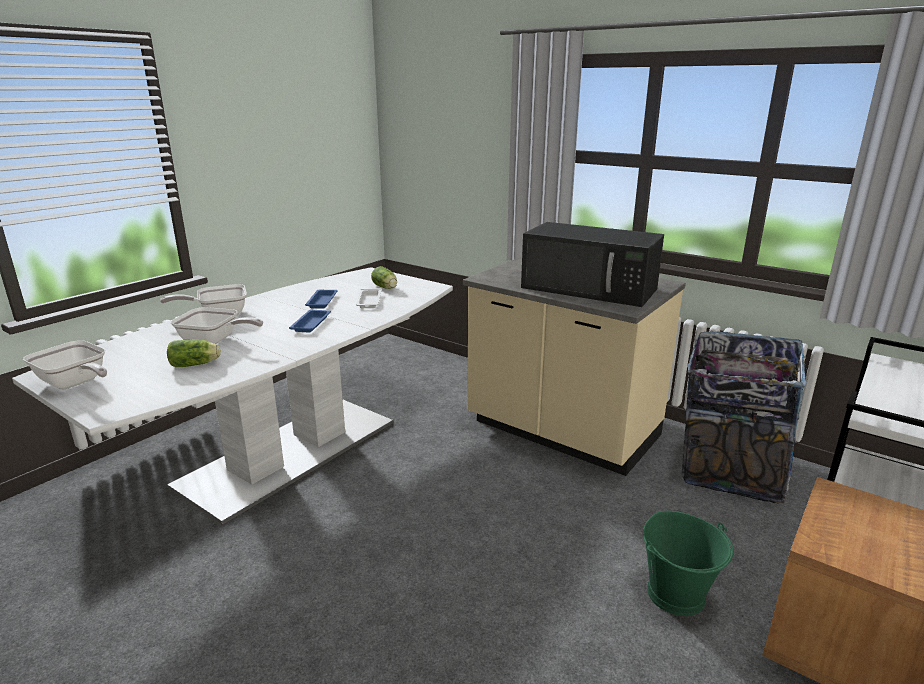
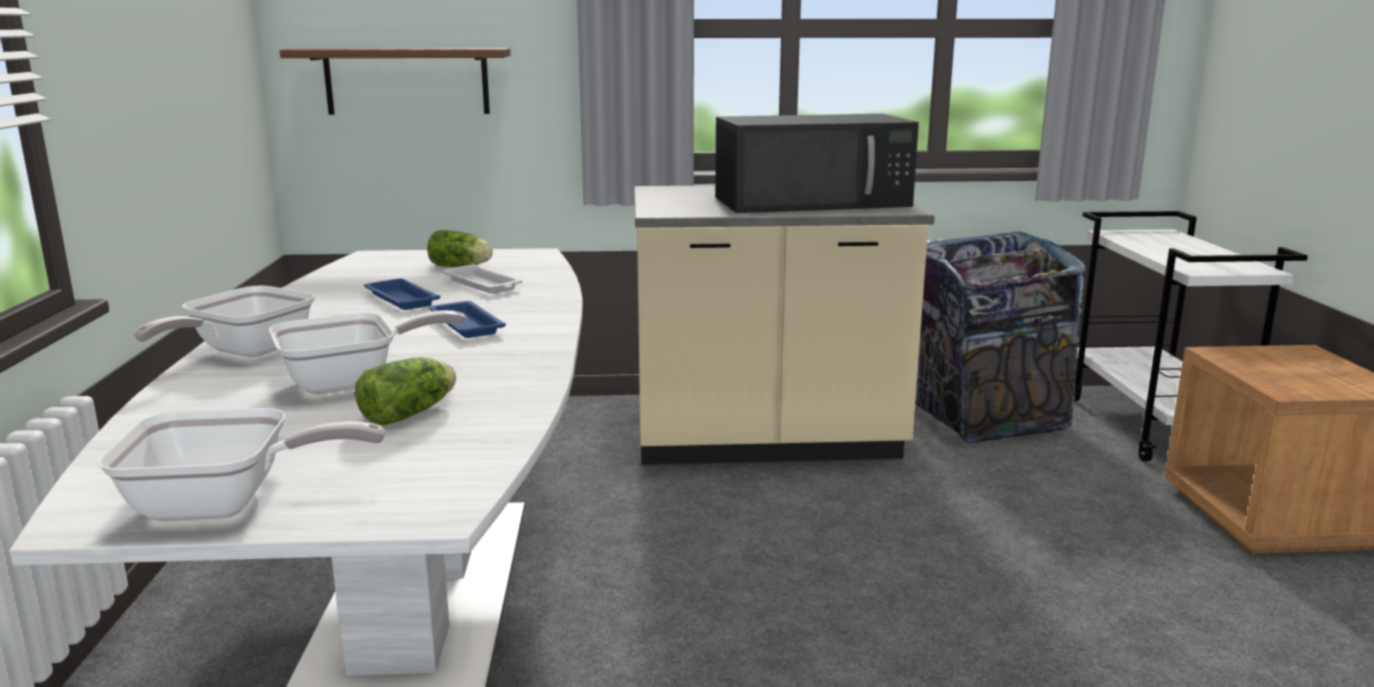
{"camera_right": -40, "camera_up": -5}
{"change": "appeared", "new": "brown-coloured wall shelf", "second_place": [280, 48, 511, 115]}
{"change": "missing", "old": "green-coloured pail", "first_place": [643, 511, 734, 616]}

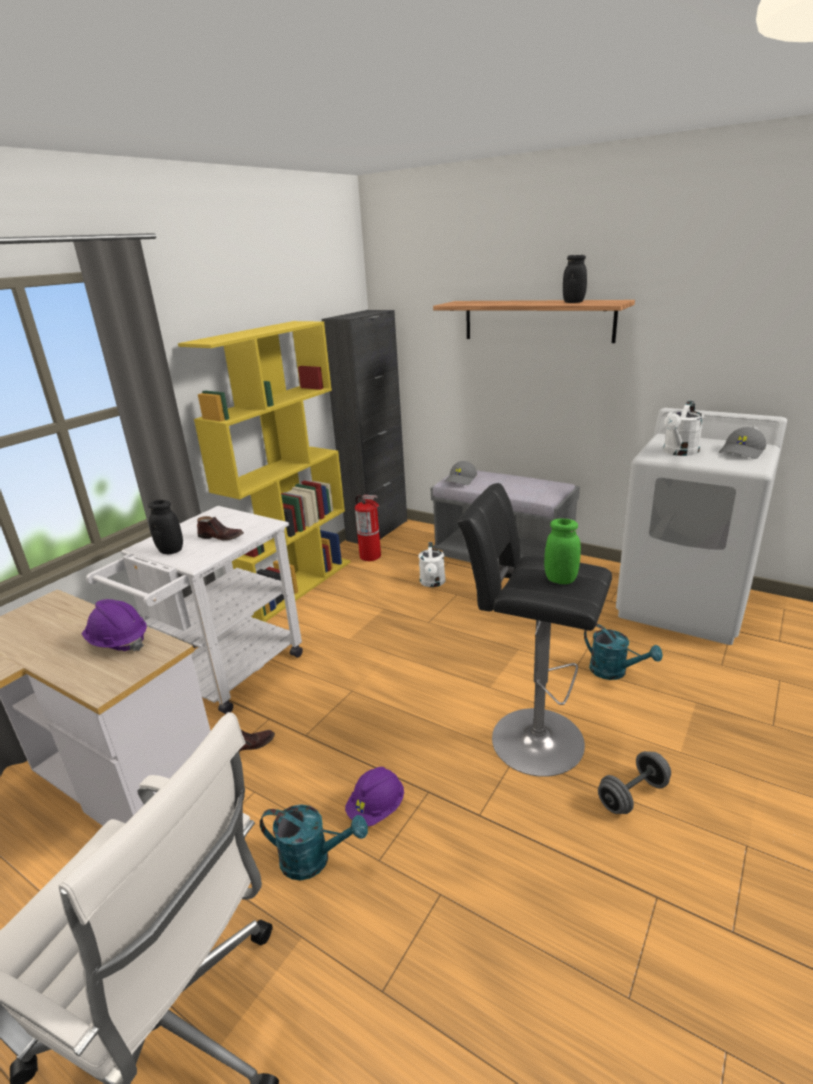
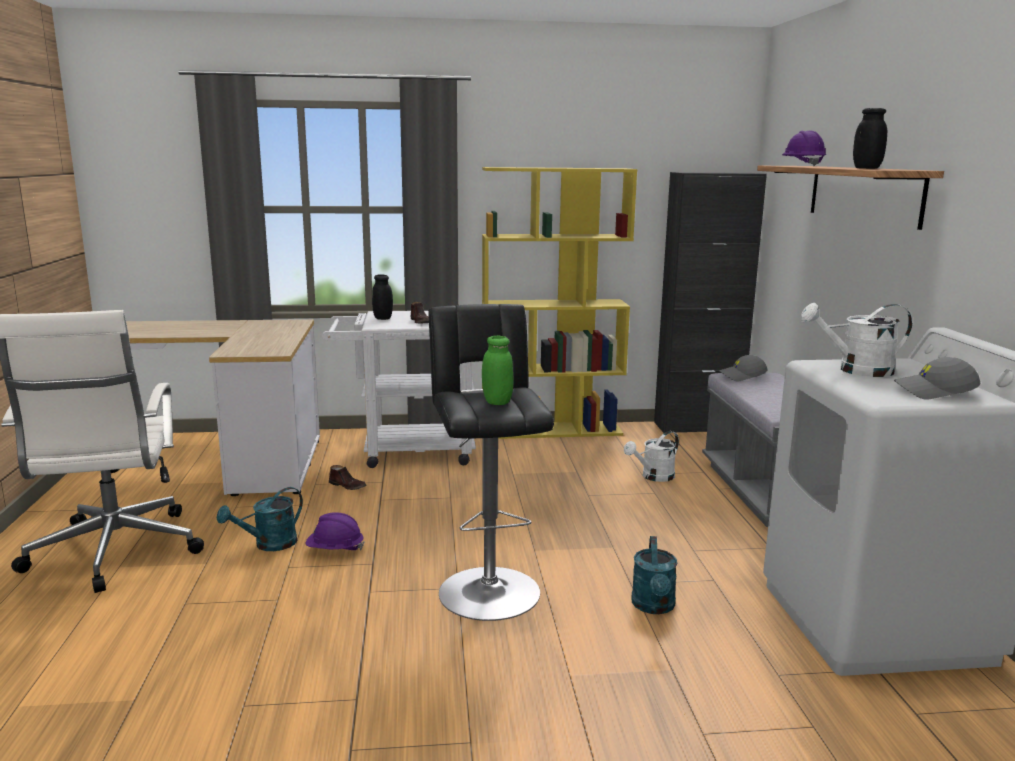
{"camera_right": 50, "camera_up": -10}
{"change": "spun", "old": "turquoise watering pot", "first_place": [260, 804, 368, 881], "second_place": [217, 487, 303, 551], "degrees": 75}
{"change": "relocated", "old": "purple-coloured hard hat", "first_place": [82, 599, 147, 651], "second_place": [782, 131, 826, 166]}
{"change": "missing", "old": "fire extinguisher", "first_place": [355, 495, 381, 561]}
{"change": "missing", "old": "gray dumbbell", "first_place": [598, 751, 671, 814]}

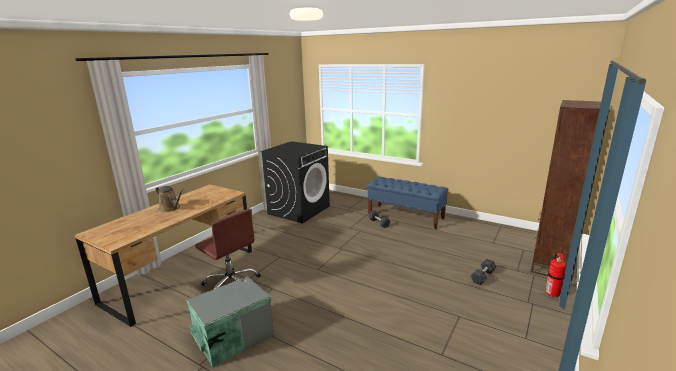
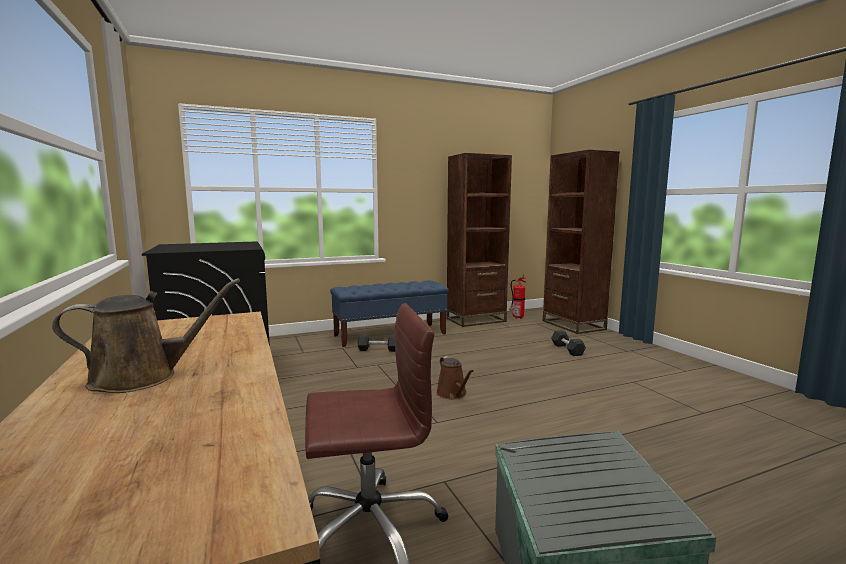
{"camera_right": -55, "camera_up": -10}
{"change": "appeared", "new": "brown-coloured watering pot", "second_place": [436, 356, 473, 399]}
{"change": "appeared", "new": "brown-coloured bookshelf", "second_place": [446, 153, 512, 327]}
{"change": "relocated", "old": "fire extinguisher", "first_place": [545, 252, 567, 297], "second_place": [509, 274, 526, 319]}

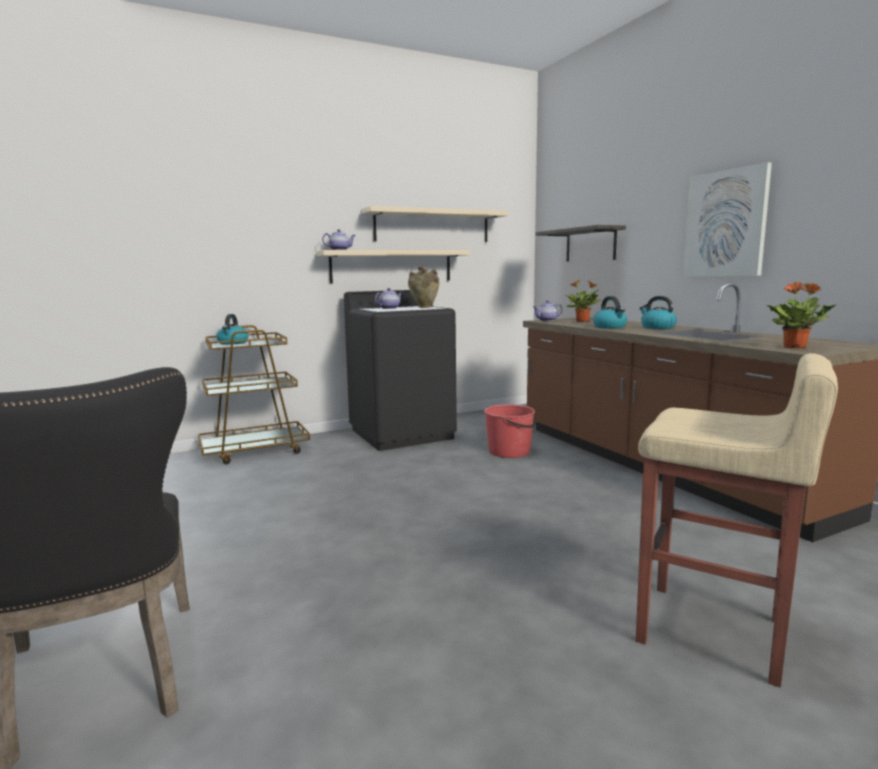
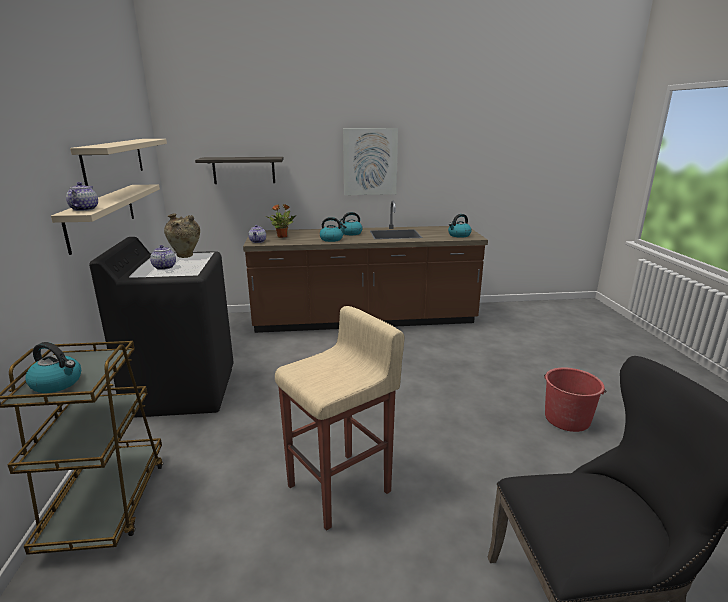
{"camera_right": -70, "camera_up": 10}
{"change": "relocated", "old": "beige stool", "first_place": [636, 353, 838, 687], "second_place": [275, 306, 405, 531]}
{"change": "exchanged", "old": "potted plant", "new": "tea kettle", "first_place": [766, 282, 837, 348], "second_place": [448, 214, 472, 238]}
{"change": "relocated", "old": "red-coloured pail", "first_place": [484, 404, 536, 458], "second_place": [544, 367, 606, 432]}

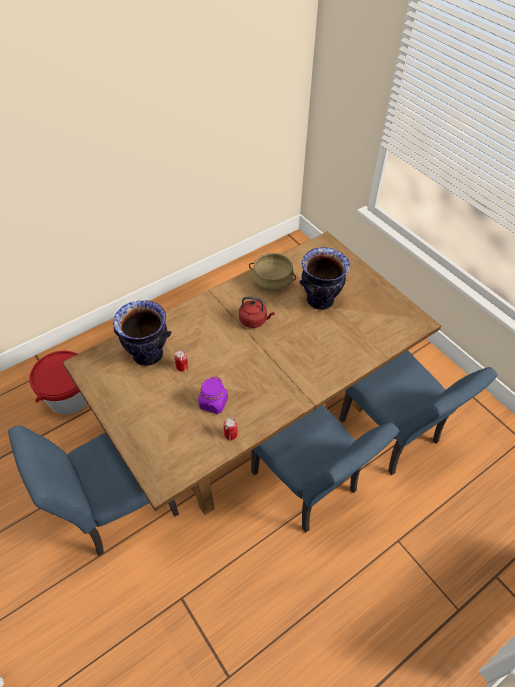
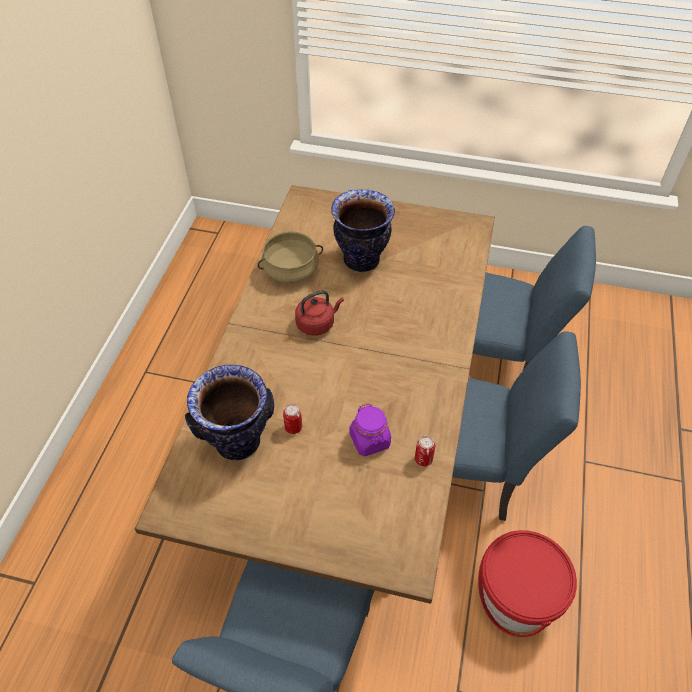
{"camera_right": -40, "camera_up": 0}
{"change": "relocated", "old": "red-coloured pail", "first_place": [29, 351, 87, 415], "second_place": [478, 530, 577, 637]}

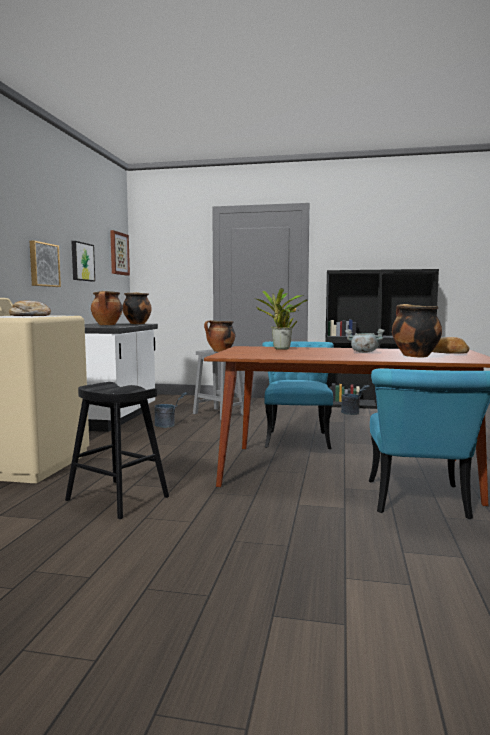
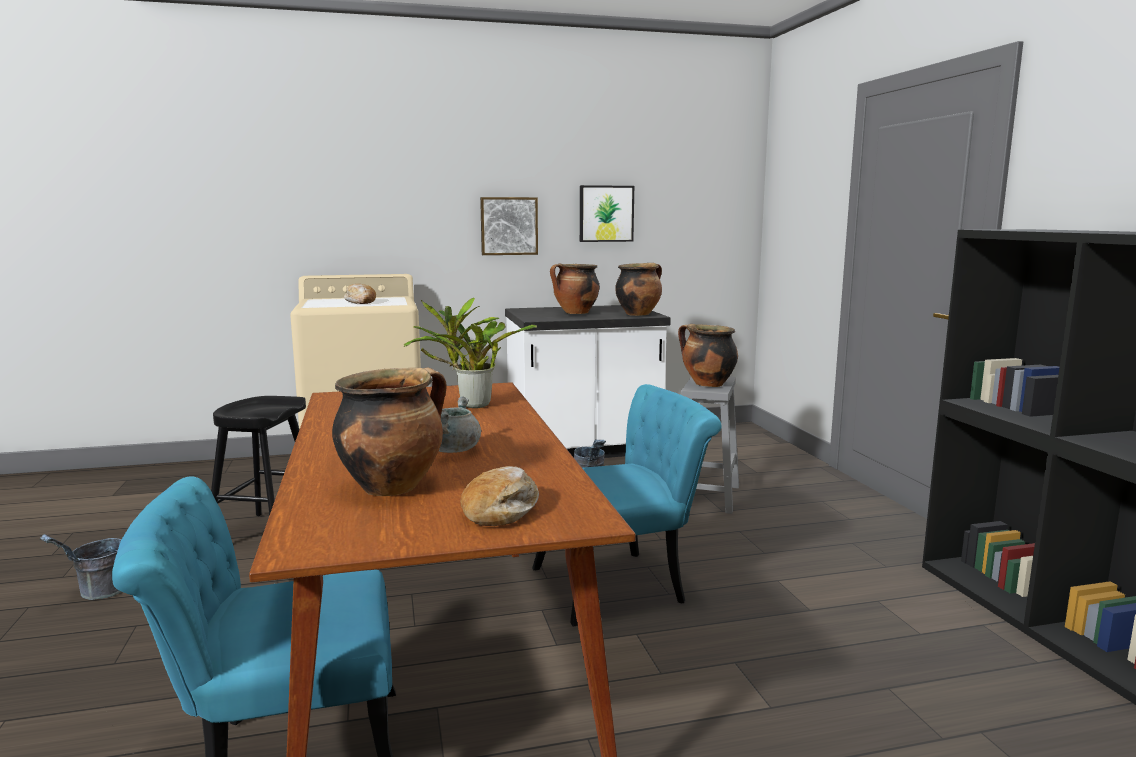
{"camera_right": 65, "camera_up": 5}
{"change": "relocated", "old": "gray pail", "first_place": [341, 385, 370, 415], "second_place": [40, 534, 122, 600]}
{"change": "missing", "old": "wall picture", "first_place": [110, 230, 130, 276]}

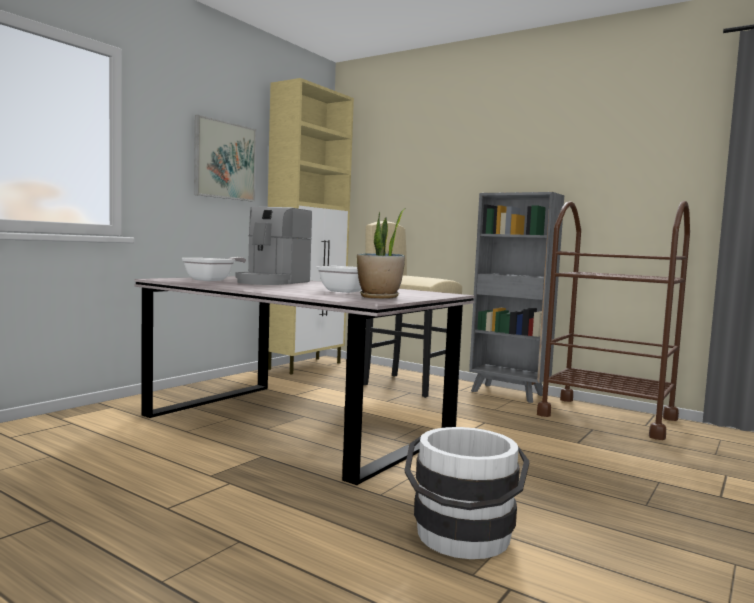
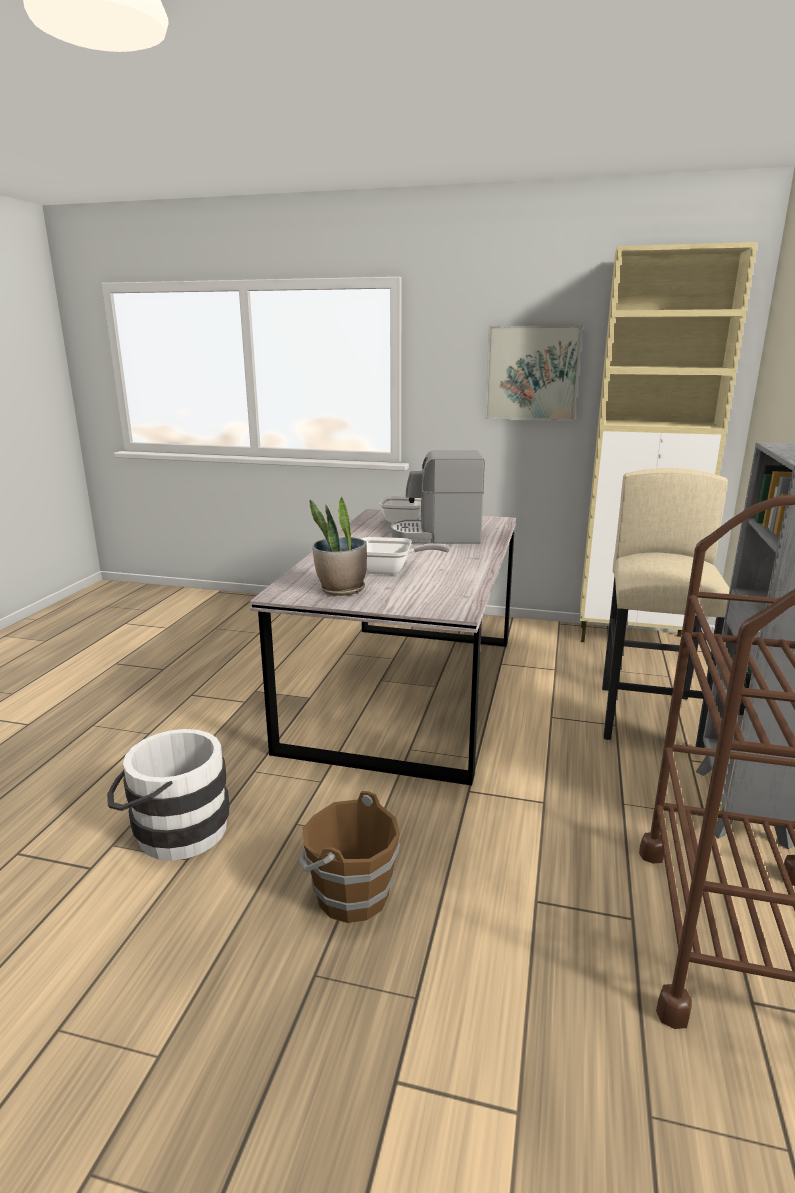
{"camera_right": 70, "camera_up": 15}
{"change": "appeared", "new": "brown-coloured pail", "second_place": [299, 791, 400, 923]}

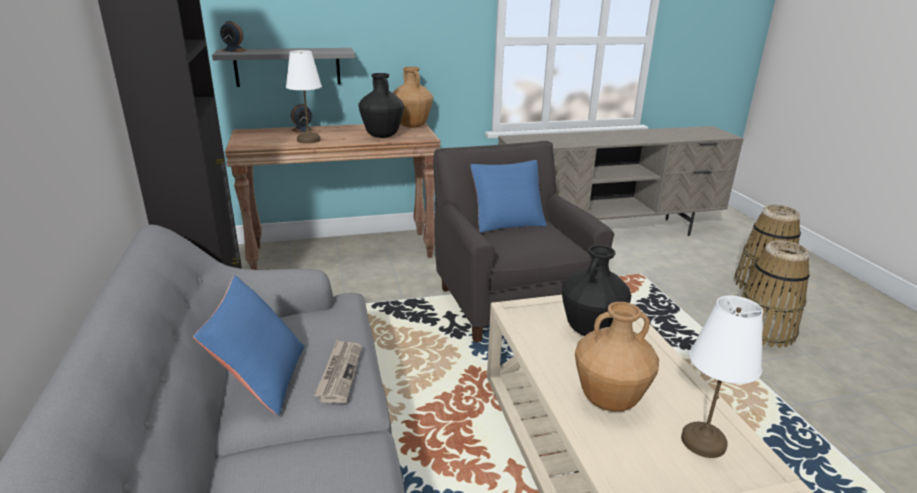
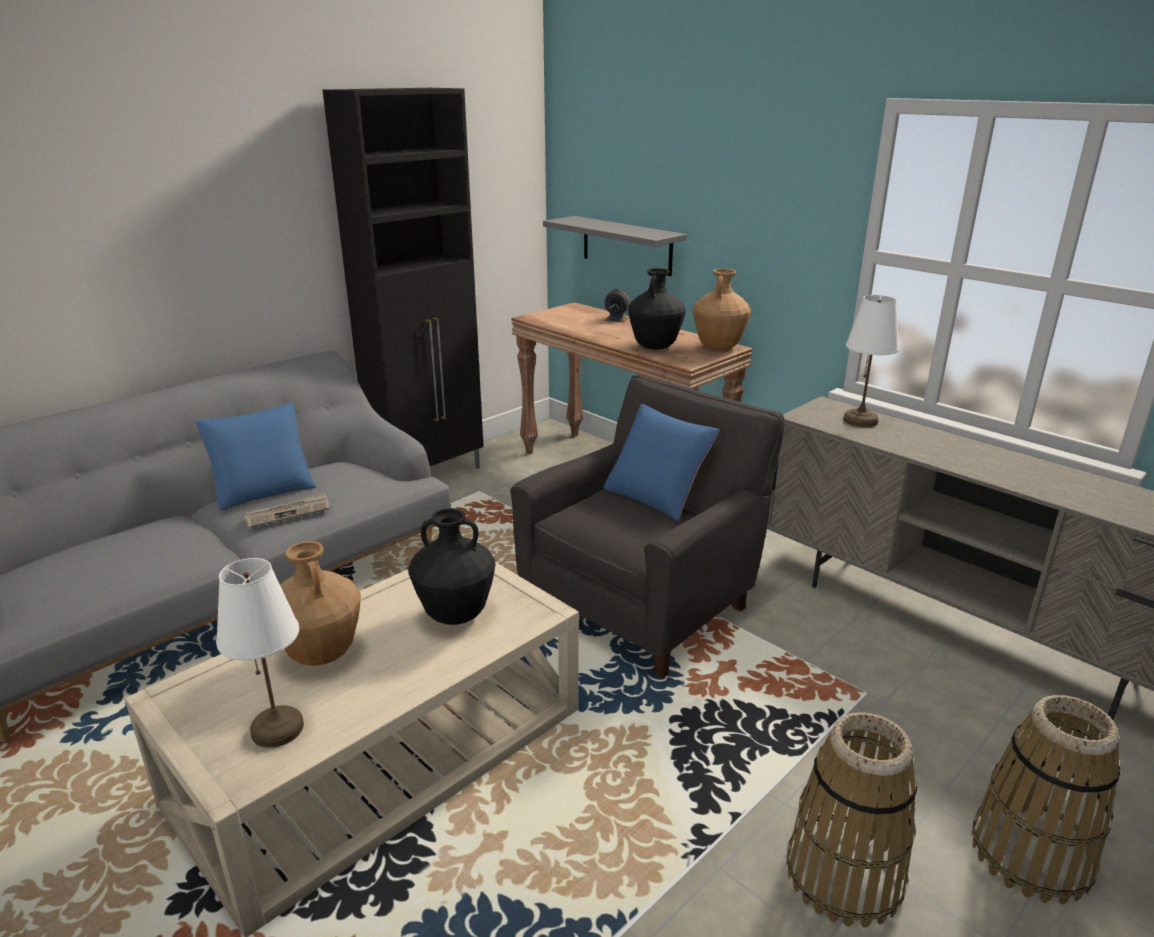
{"camera_right": 60, "camera_up": 0}
{"change": "relocated", "old": "white-coloured tabletop lamp", "first_place": [286, 50, 322, 144], "second_place": [843, 295, 899, 427]}
{"change": "missing", "old": "table clock", "first_place": [220, 21, 247, 52]}

